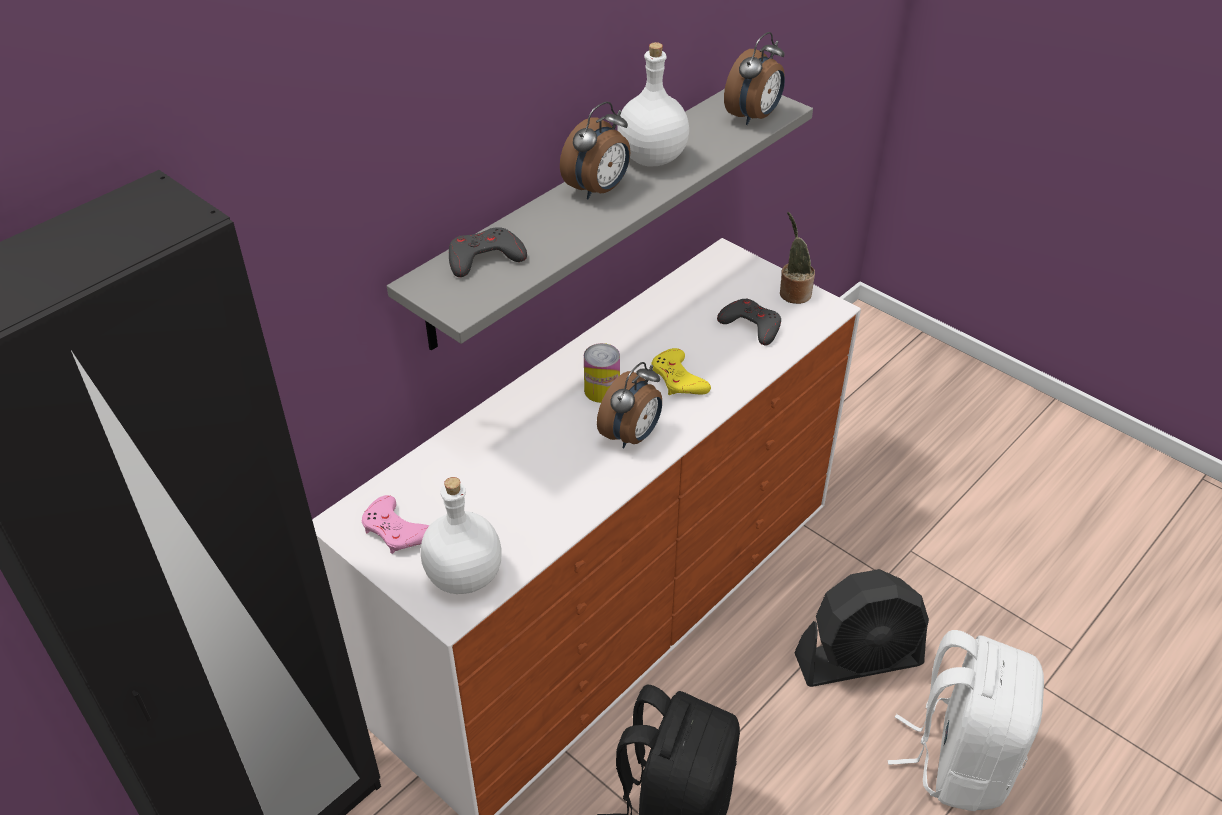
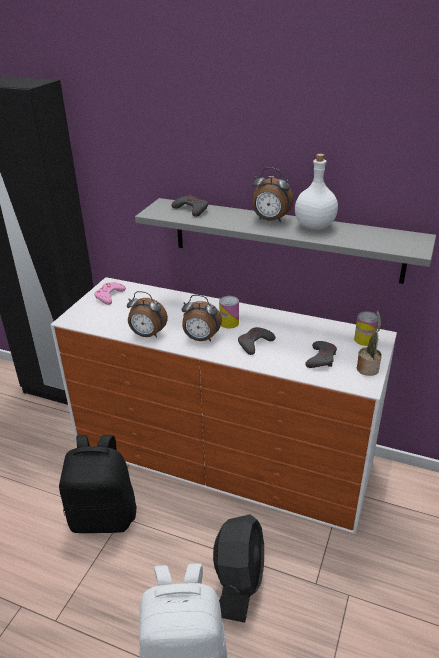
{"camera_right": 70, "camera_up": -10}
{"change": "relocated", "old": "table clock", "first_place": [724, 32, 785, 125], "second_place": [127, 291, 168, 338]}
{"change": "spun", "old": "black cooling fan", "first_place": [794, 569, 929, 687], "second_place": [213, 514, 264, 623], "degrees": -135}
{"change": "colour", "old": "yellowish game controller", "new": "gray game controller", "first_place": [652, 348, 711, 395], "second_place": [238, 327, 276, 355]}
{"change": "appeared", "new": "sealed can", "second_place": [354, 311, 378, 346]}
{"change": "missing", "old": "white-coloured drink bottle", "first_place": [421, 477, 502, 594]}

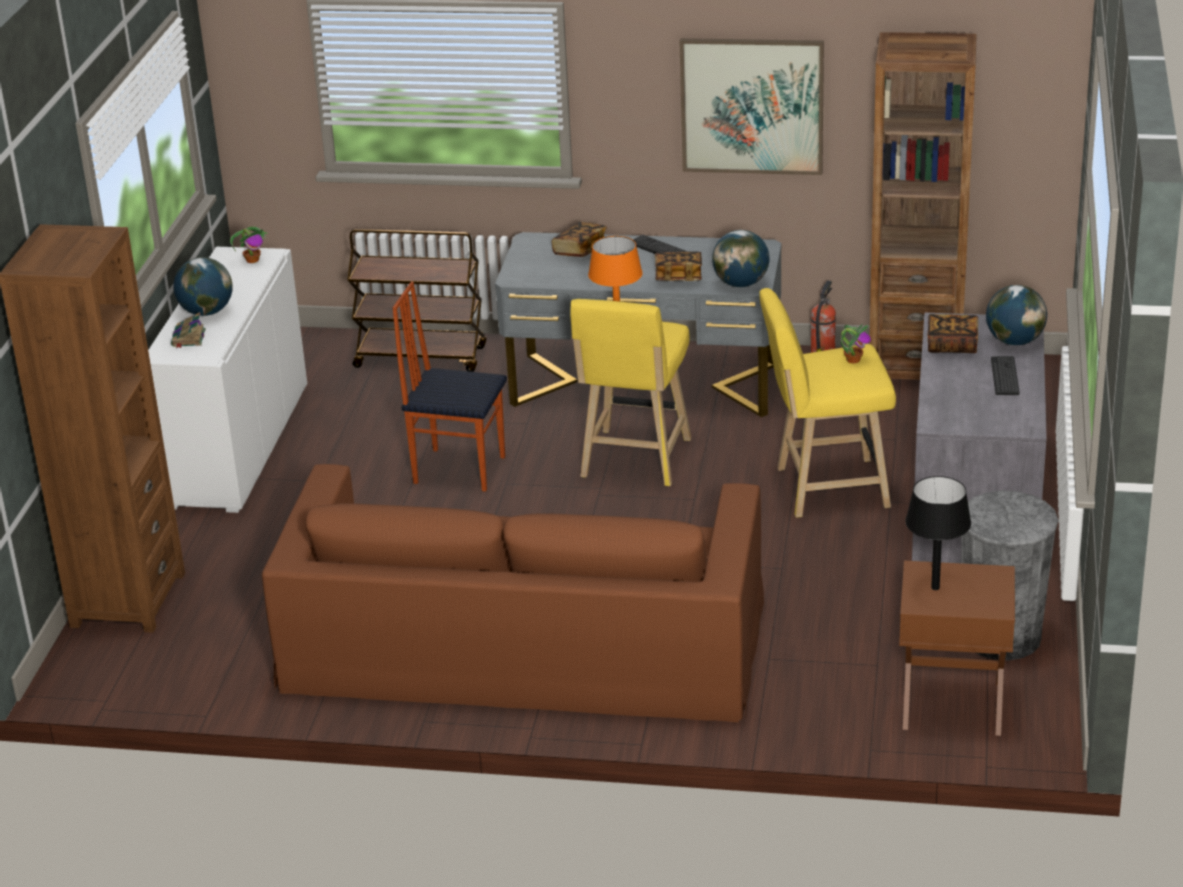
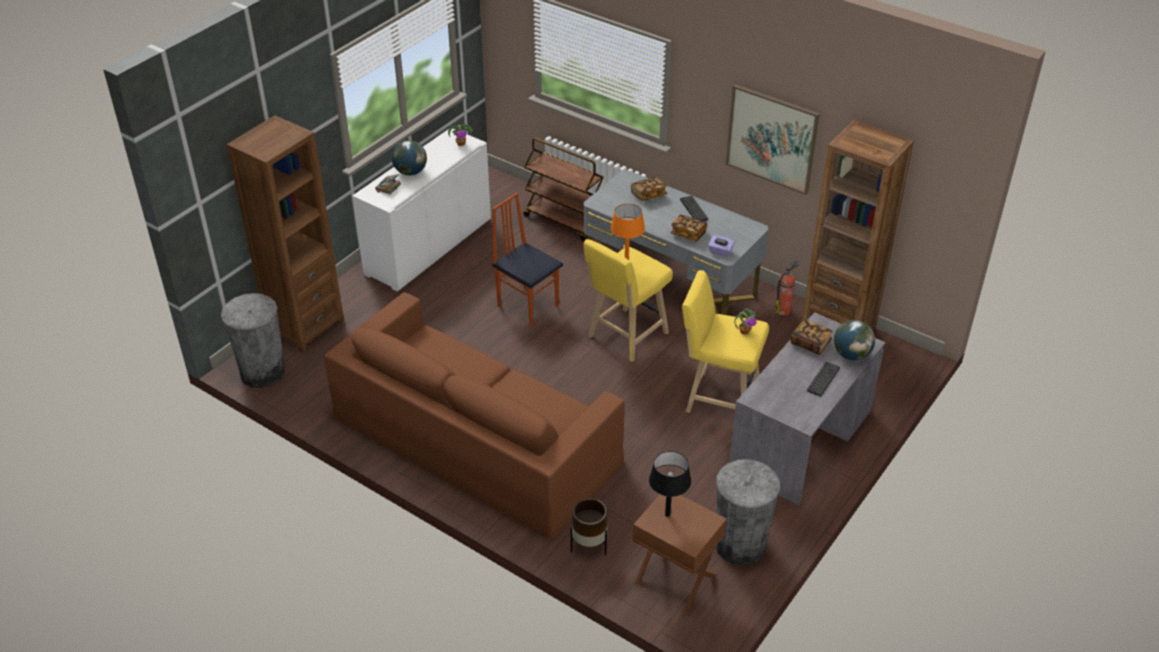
{"camera_right": 25, "camera_up": 10}
{"change": "appeared", "new": "gray rubbish bin", "second_place": [221, 293, 285, 388]}
{"change": "appeared", "new": "brown-coloured plant pot", "second_place": [571, 498, 608, 555]}
{"change": "exchanged", "old": "desk globe", "new": "purple-coloured tissue holder", "first_place": [712, 230, 769, 287], "second_place": [708, 235, 735, 257]}

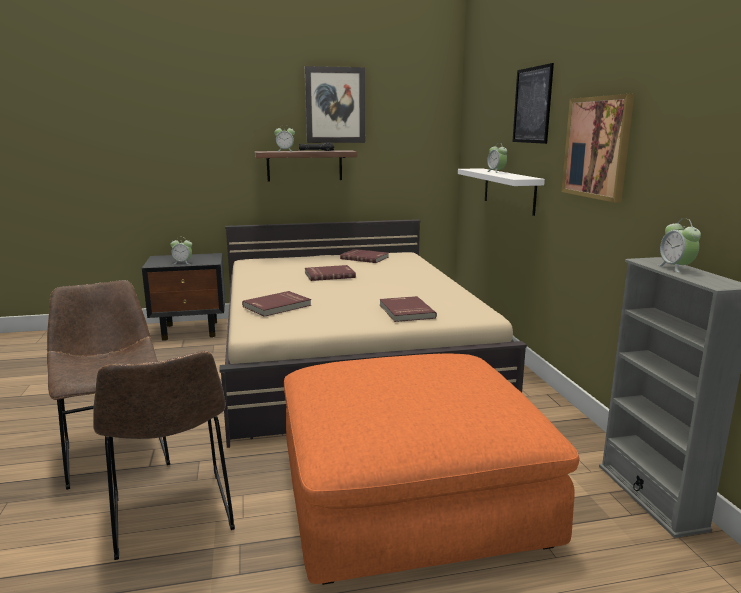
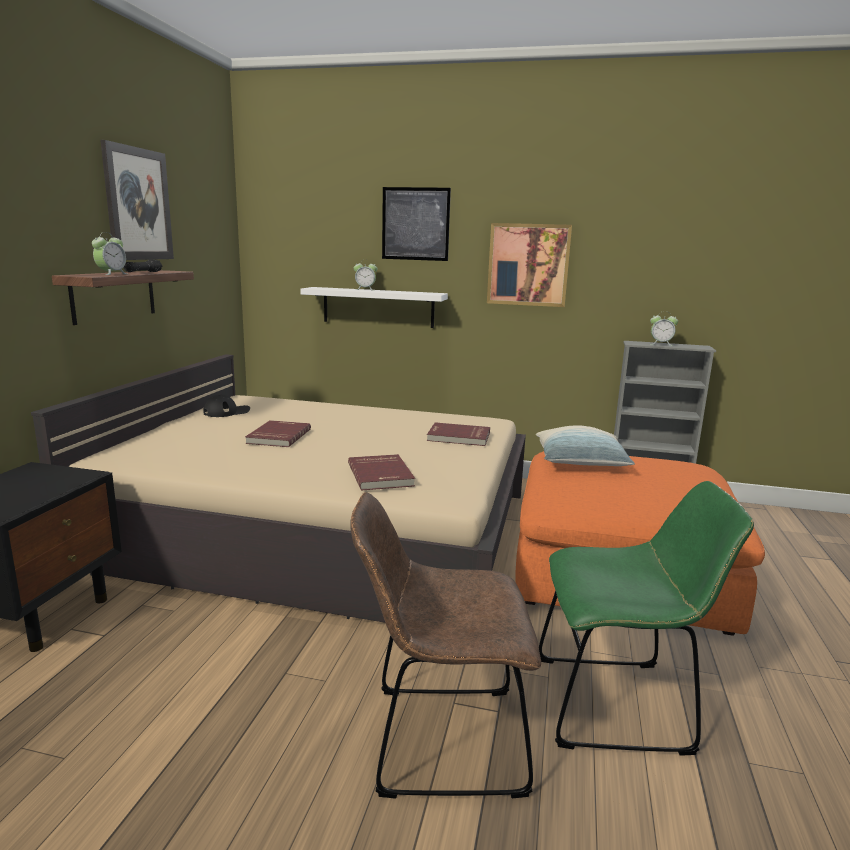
{"camera_right": -65, "camera_up": 0}
{"change": "exchanged", "old": "red-coloured volume", "new": "black cap", "first_place": [340, 249, 389, 263], "second_place": [203, 395, 250, 417]}
{"change": "appeared", "new": "cushion", "second_place": [536, 426, 635, 466]}
{"change": "colour", "old": "brown-coloured chair", "new": "green-coloured chair", "first_place": [93, 351, 235, 560], "second_place": [539, 481, 754, 756]}
{"change": "missing", "old": "table clock", "first_place": [170, 239, 192, 264]}

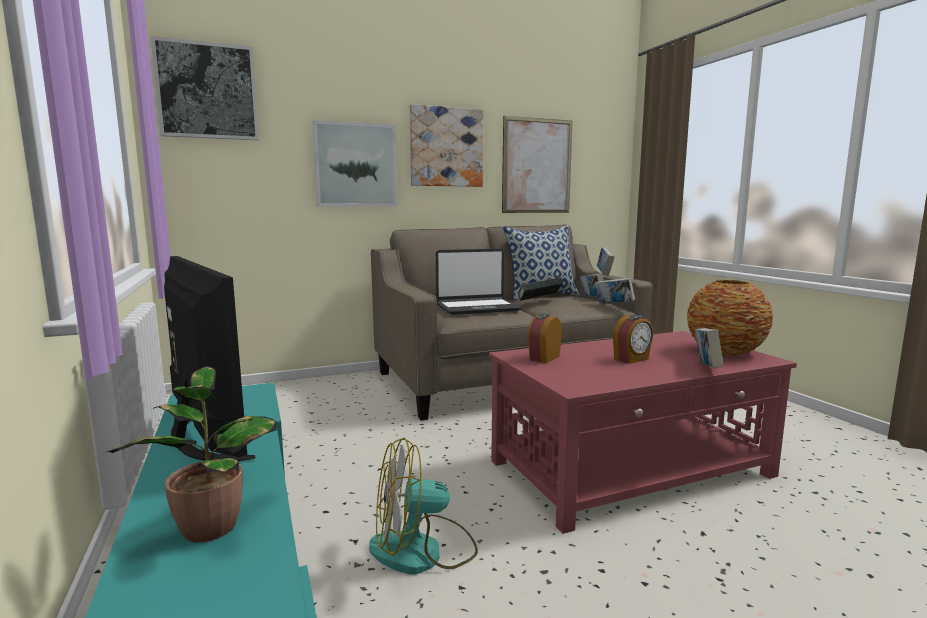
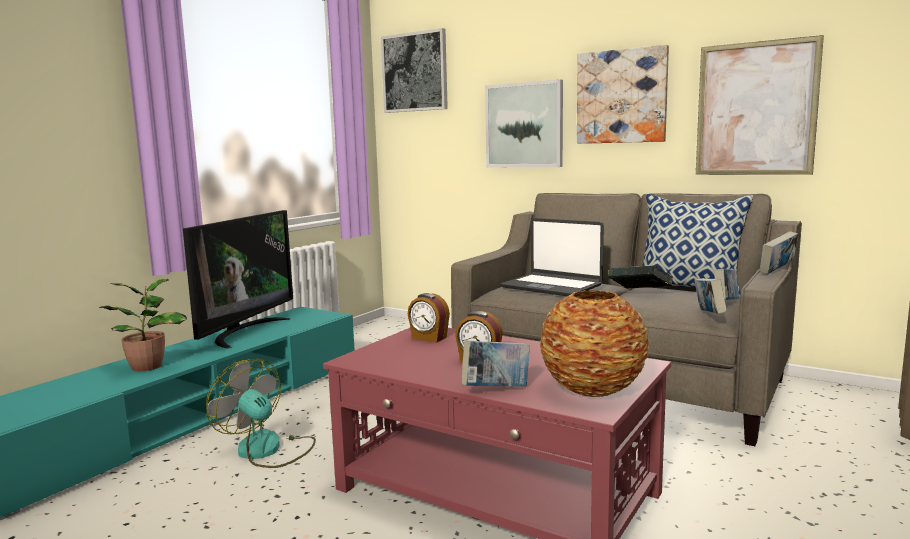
{"camera_right": 55, "camera_up": 0}
{"change": "spun", "old": "table clock", "first_place": [528, 313, 562, 363], "second_place": [408, 293, 450, 343], "degrees": -150}

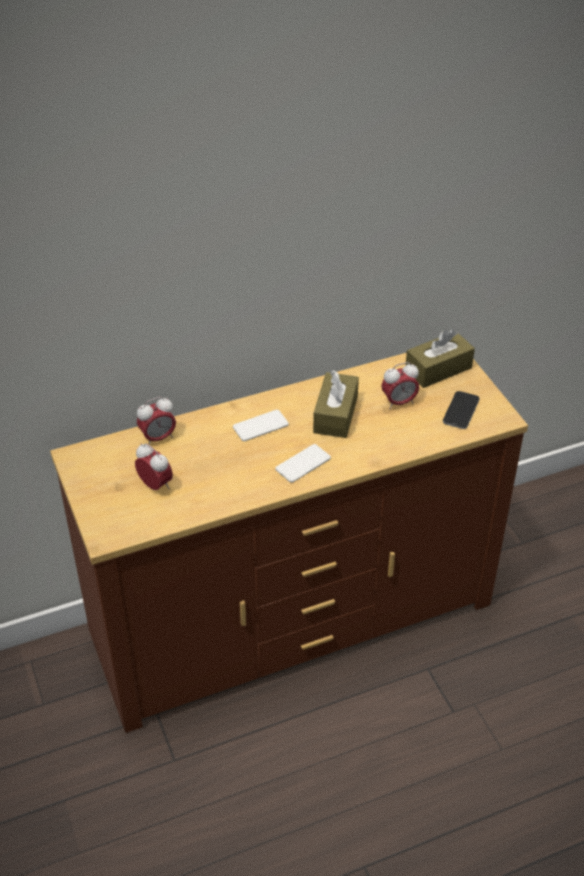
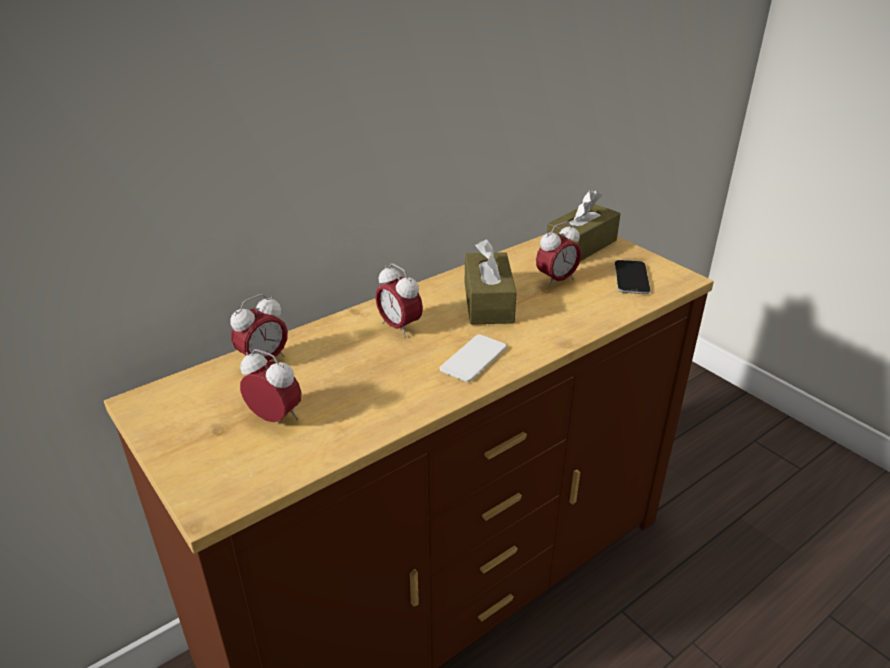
{"camera_right": -15, "camera_up": -10}
{"change": "exchanged", "old": "phone", "new": "table clock", "first_place": [233, 410, 289, 441], "second_place": [375, 263, 423, 338]}

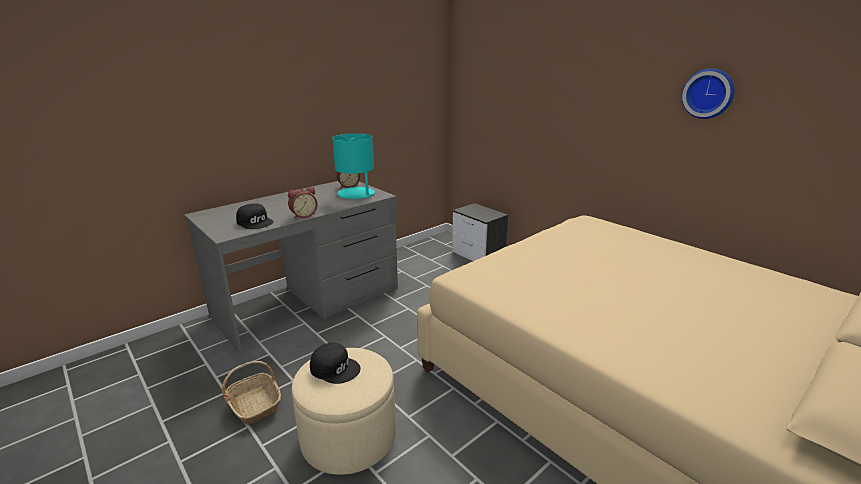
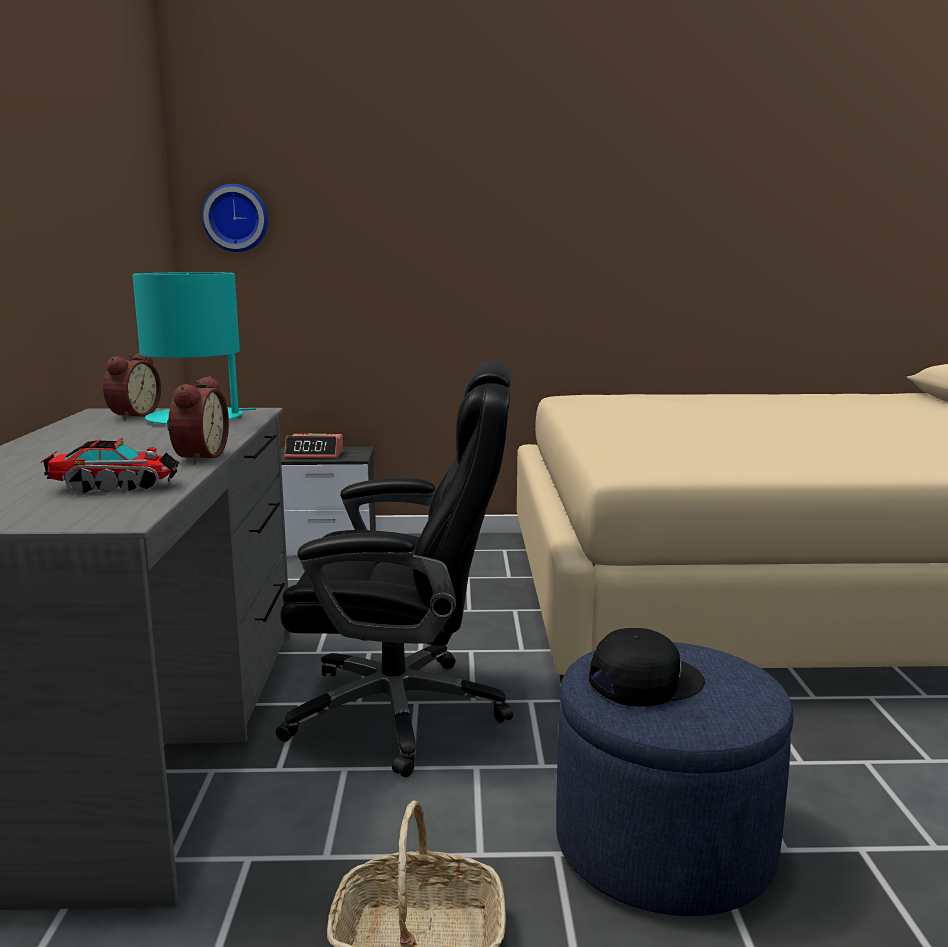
{"camera_right": -50, "camera_up": -10}
{"change": "exchanged", "old": "black cap", "new": "toy truck", "first_place": [236, 203, 273, 229], "second_place": [41, 438, 180, 495]}
{"change": "relocated", "old": "wall clock", "first_place": [682, 68, 735, 119], "second_place": [202, 184, 268, 252]}
{"change": "appeared", "new": "black office chair", "second_place": [275, 361, 513, 778]}
{"change": "appeared", "new": "table clock", "second_place": [284, 434, 343, 459]}
{"change": "colour", "old": "beige footrest", "new": "blue-coloured footrest", "first_place": [291, 348, 396, 475], "second_place": [556, 642, 794, 916]}

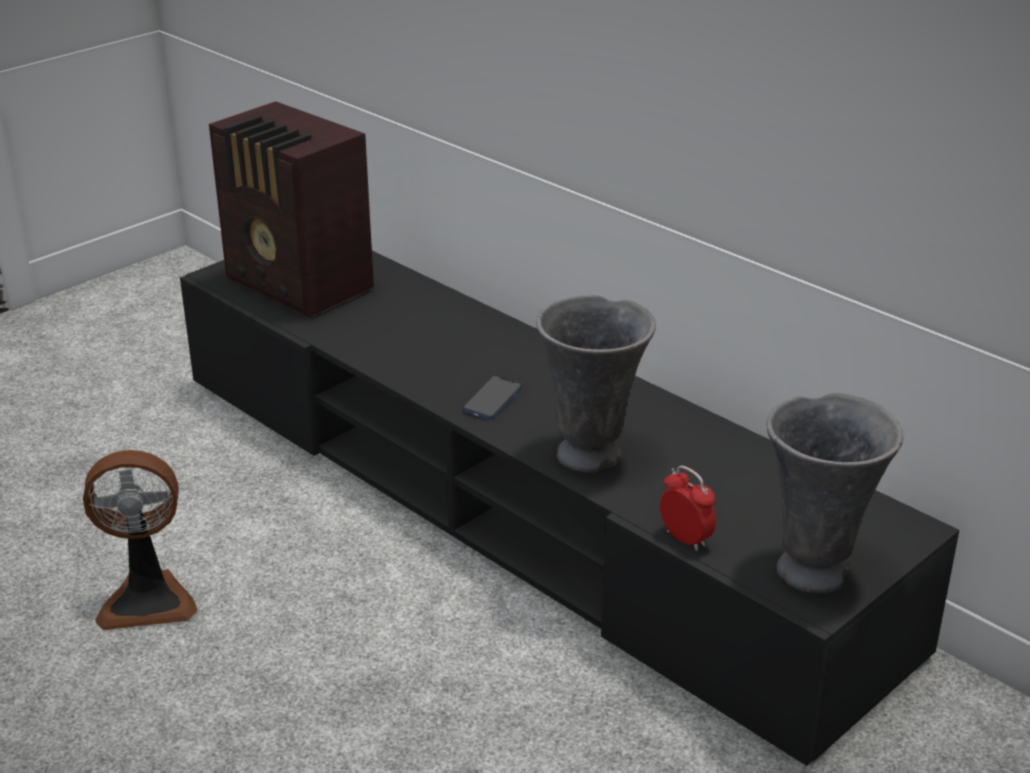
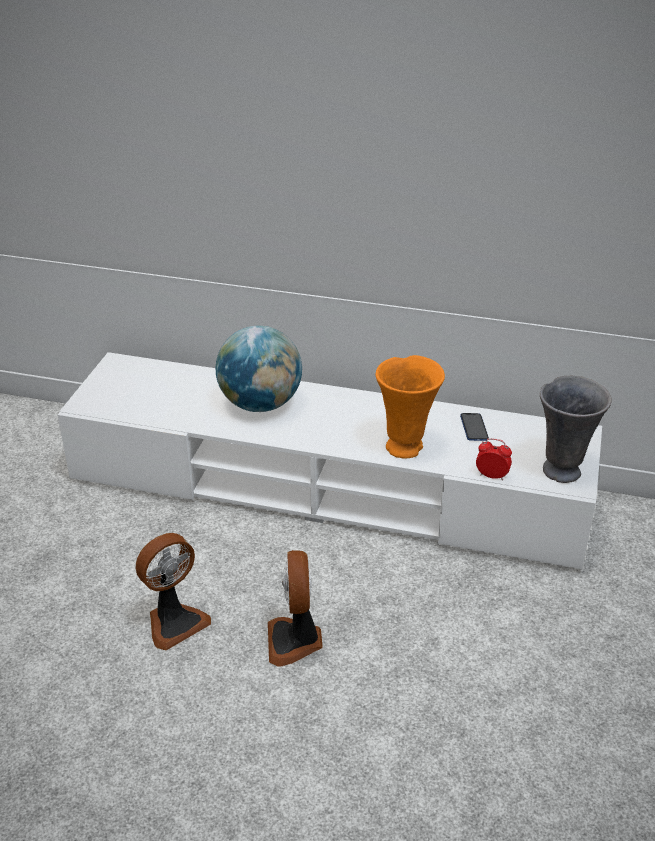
{"camera_right": -30, "camera_up": 5}
{"change": "colour", "old": "black tv stand", "new": "white-coloured tv stand", "first_place": [180, 251, 959, 767], "second_place": [58, 352, 602, 569]}
{"change": "appeared", "new": "desk globe", "second_place": [216, 326, 302, 412]}
{"change": "appeared", "new": "cooling fan", "second_place": [268, 550, 323, 666]}
{"change": "colour", "old": "gray decorative vase", "new": "orange decorative vase", "first_place": [536, 295, 656, 473], "second_place": [376, 355, 445, 458]}
{"change": "relocated", "old": "phone", "first_place": [462, 375, 523, 420], "second_place": [460, 413, 489, 441]}
{"change": "missing", "old": "radio receiver", "first_place": [209, 101, 374, 318]}

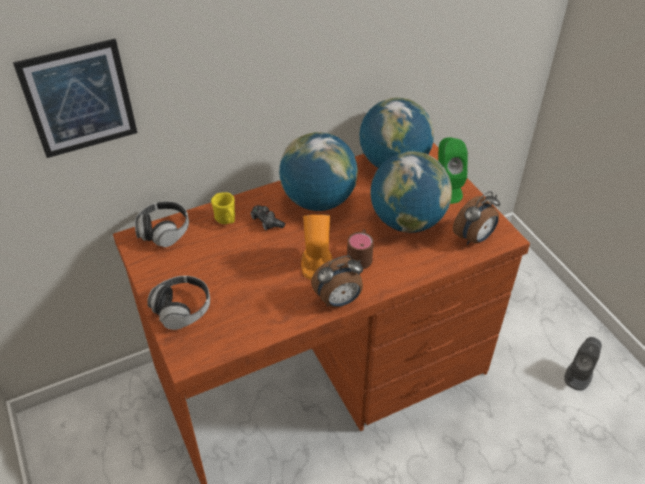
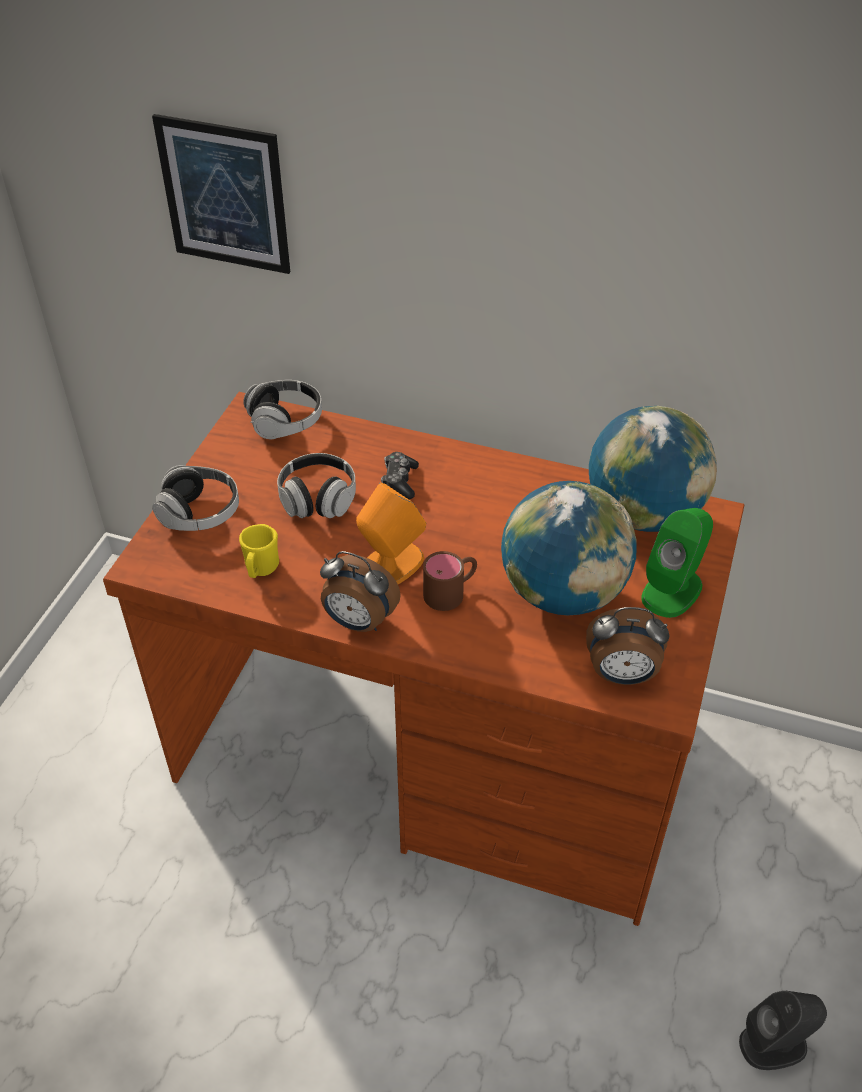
{"camera_right": 45, "camera_up": 0}
{"change": "relocated", "old": "yellowish coffee mug", "first_place": [211, 192, 235, 224], "second_place": [239, 524, 279, 578]}
{"change": "appeared", "new": "headset", "second_place": [277, 453, 356, 518]}
{"change": "missing", "old": "desk globe", "first_place": [279, 132, 358, 211]}

